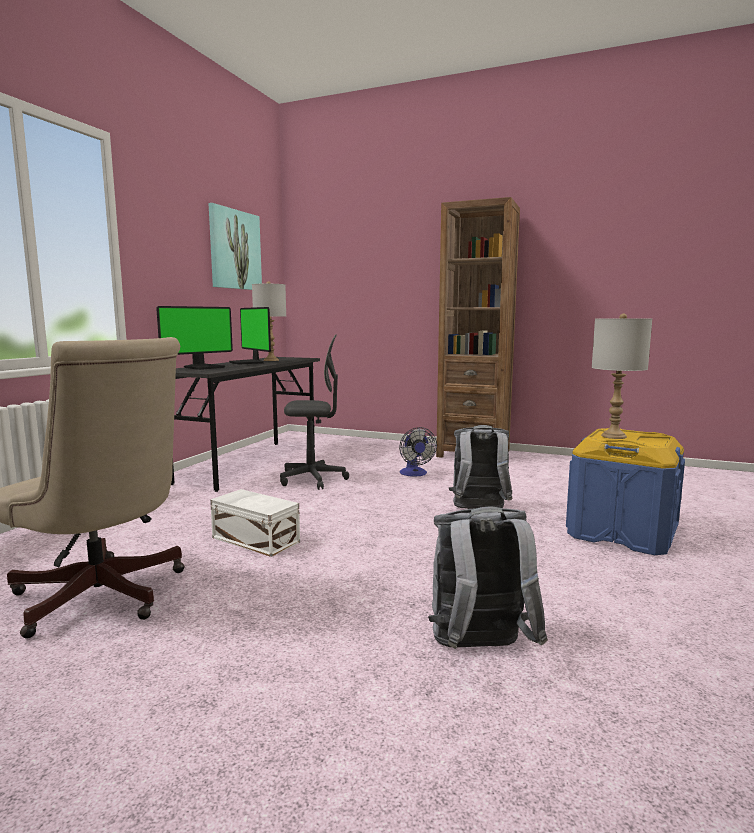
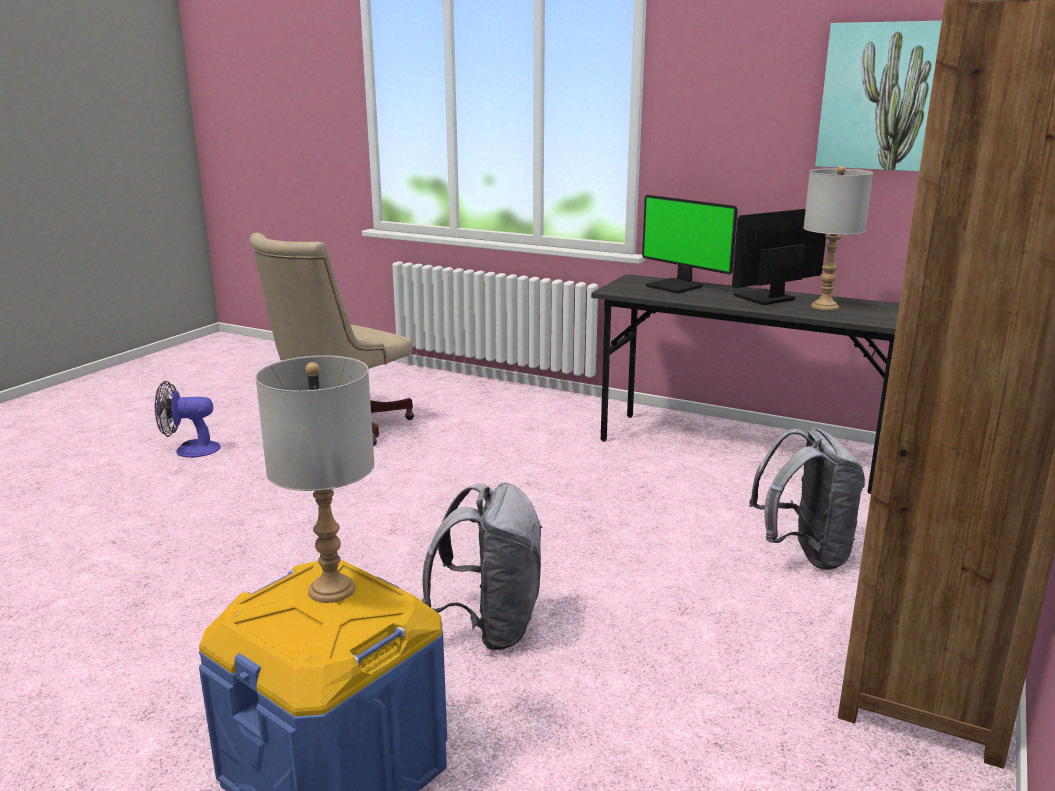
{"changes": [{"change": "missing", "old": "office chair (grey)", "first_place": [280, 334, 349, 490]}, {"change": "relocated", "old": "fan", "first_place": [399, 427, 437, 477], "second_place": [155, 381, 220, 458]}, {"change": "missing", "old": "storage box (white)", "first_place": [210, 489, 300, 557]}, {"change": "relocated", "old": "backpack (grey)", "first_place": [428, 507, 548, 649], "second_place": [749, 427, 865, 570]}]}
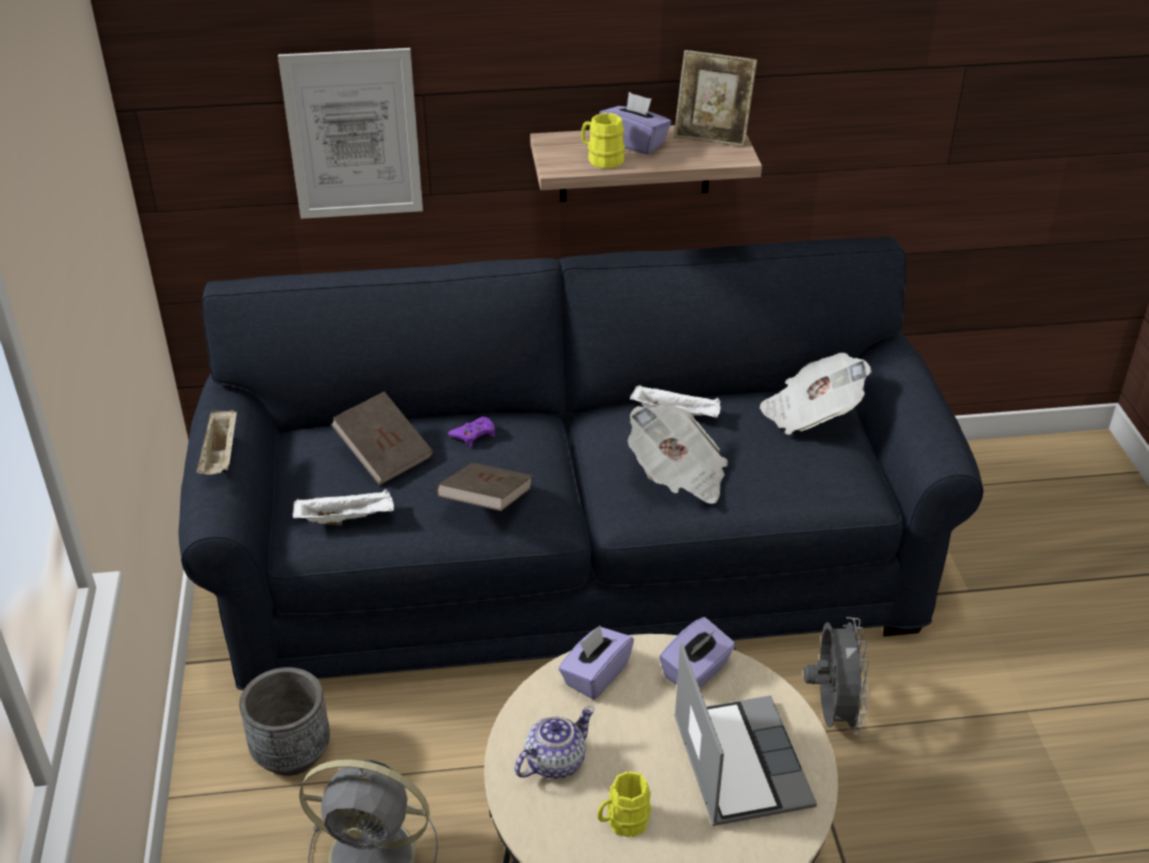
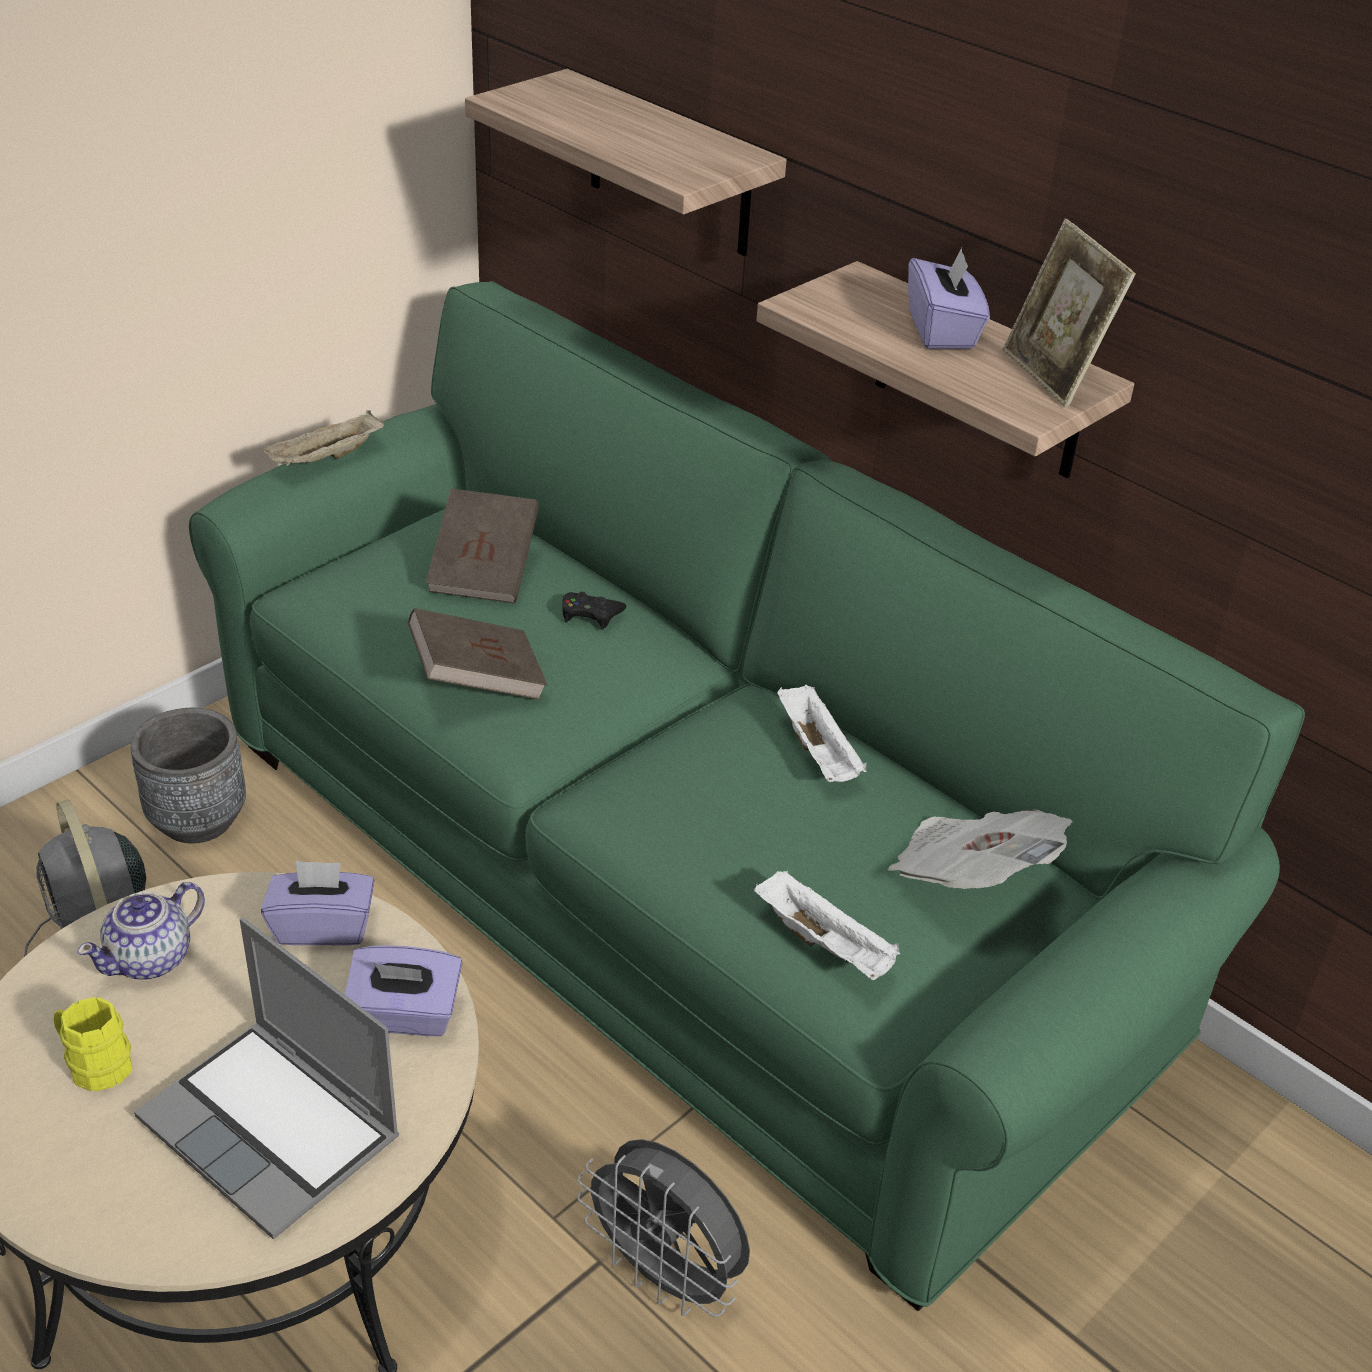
{"changes": [{"change": "exchanged", "old": "picture", "new": "shelf", "first_place": [278, 48, 423, 219], "second_place": [465, 69, 787, 256]}, {"change": "missing", "old": "mug (yellow)", "first_place": [581, 113, 625, 169]}, {"change": "colour", "old": "sofa (blue)", "new": "sofa (green)", "first_place": [178, 236, 984, 690], "second_place": [189, 281, 1305, 1311]}, {"change": "missing", "old": "newspaper", "first_place": [627, 404, 728, 504]}, {"change": "colour", "old": "game controller (purple)", "new": "game controller (black)", "first_place": [448, 416, 495, 447], "second_place": [562, 592, 626, 630]}, {"change": "relocated", "old": "tray (white)", "first_place": [293, 489, 394, 525], "second_place": [754, 871, 900, 980]}, {"change": "spun", "old": "fan (grey)", "first_place": [804, 617, 869, 734], "second_place": [577, 1139, 750, 1317], "degrees": 75}, {"change": "spun", "old": "laptop", "first_place": [674, 643, 817, 826], "second_place": [134, 918, 399, 1240], "degrees": 90}, {"change": "spun", "old": "teapot", "first_place": [514, 707, 594, 779], "second_place": [77, 882, 205, 980], "degrees": 120}]}
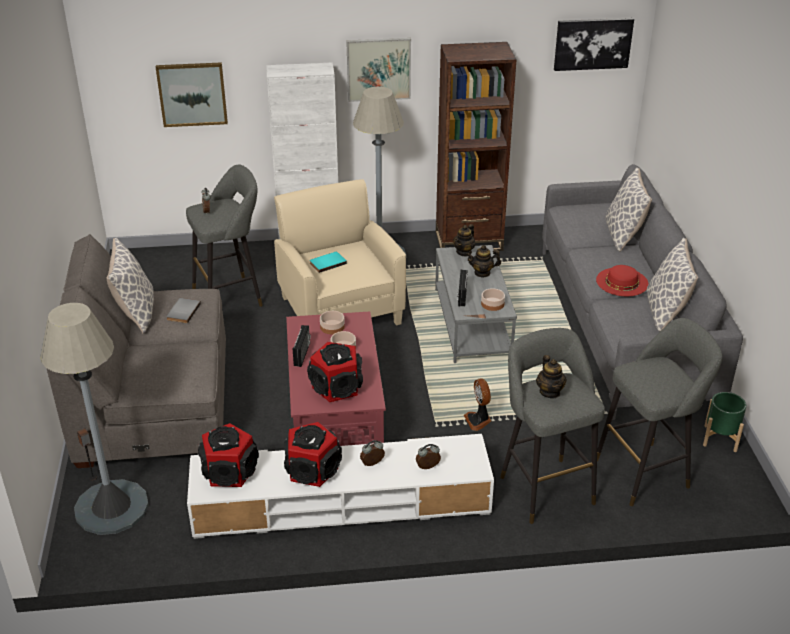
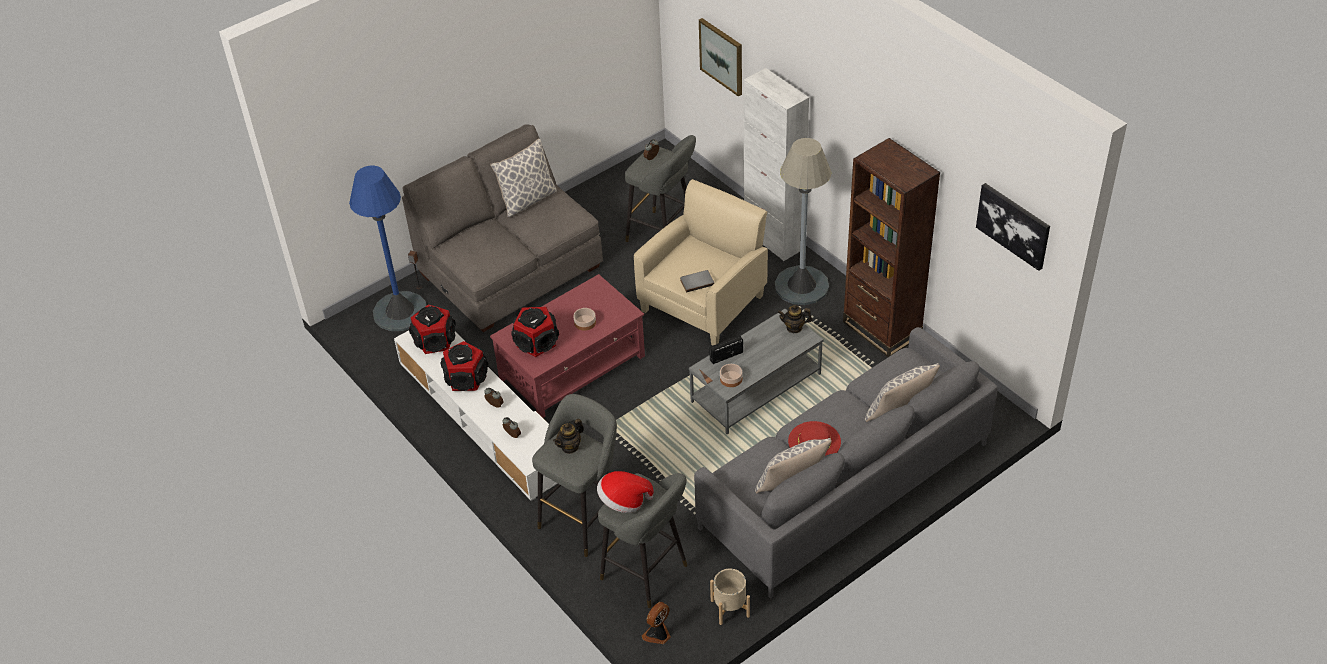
{"changes": [{"change": "missing", "old": "picture", "first_place": [346, 38, 411, 102]}, {"change": "missing", "old": "teapot", "first_place": [466, 245, 501, 277]}, {"change": "missing", "old": "book (turquoise)", "first_place": [310, 252, 347, 273]}, {"change": "relocated", "old": "book (grey)", "first_place": [166, 298, 201, 323], "second_place": [680, 270, 714, 293]}, {"change": "colour", "old": "floor lamp (grey)", "new": "floor lamp (blue)", "first_place": [41, 303, 149, 535], "second_place": [349, 166, 427, 331]}, {"change": "missing", "old": "bowl", "first_place": [320, 311, 345, 334]}, {"change": "missing", "old": "radio", "first_place": [293, 325, 311, 367]}, {"change": "relocated", "old": "fan", "first_place": [464, 379, 491, 431], "second_place": [642, 602, 671, 644]}, {"change": "colour", "old": "planter (green)", "new": "planter (beige)", "first_place": [703, 392, 746, 452], "second_place": [710, 569, 750, 625]}, {"change": "appeared", "new": "hat", "second_place": [597, 471, 654, 513]}]}
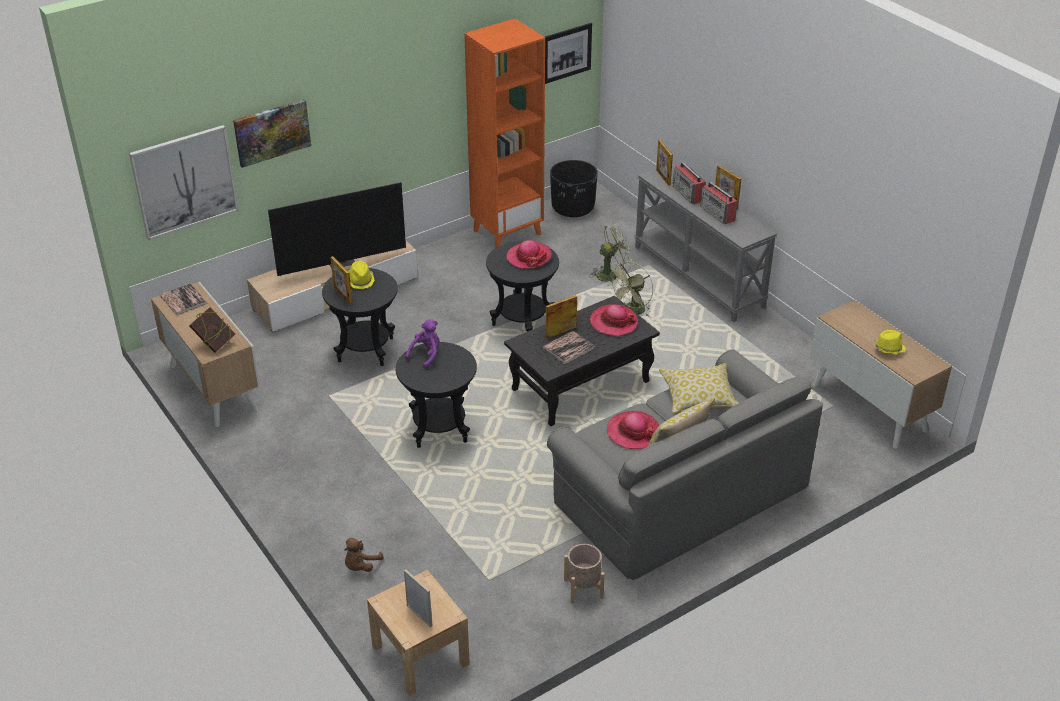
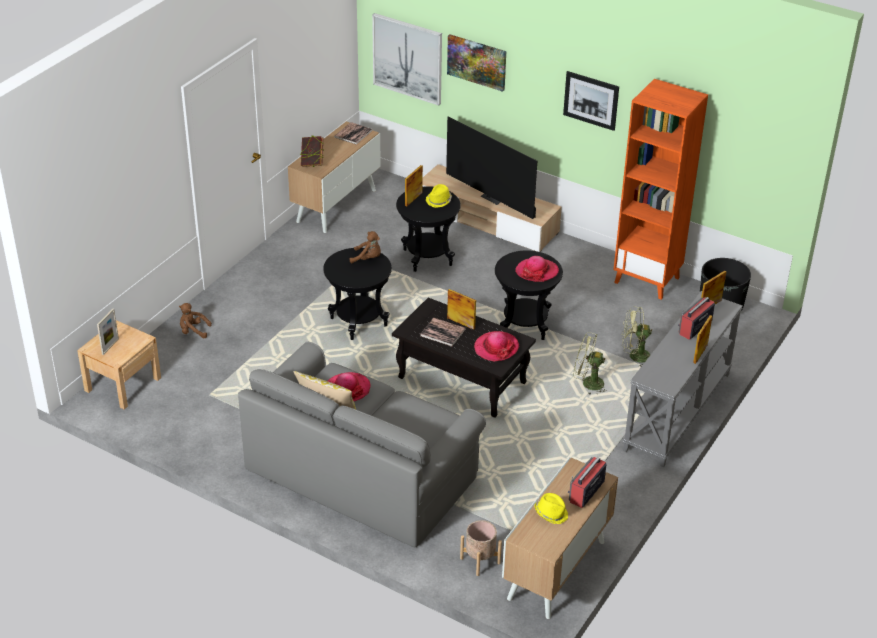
{"changes": [{"change": "relocated", "old": "picture", "first_place": [545, 23, 592, 84], "second_place": [563, 71, 619, 131]}, {"change": "relocated", "old": "radio", "first_place": [700, 182, 737, 224], "second_place": [568, 457, 607, 508]}, {"change": "spun", "old": "fan (green)", "first_place": [589, 223, 632, 282], "second_place": [622, 306, 652, 367], "degrees": 135}, {"change": "colour", "old": "plush toy (purple)", "new": "plush toy (brown)", "first_place": [405, 319, 440, 369], "second_place": [350, 231, 381, 263]}, {"change": "missing", "old": "pillow", "first_place": [659, 363, 739, 414]}, {"change": "relocated", "old": "planter (beige)", "first_place": [564, 544, 605, 604], "second_place": [460, 520, 502, 576]}]}
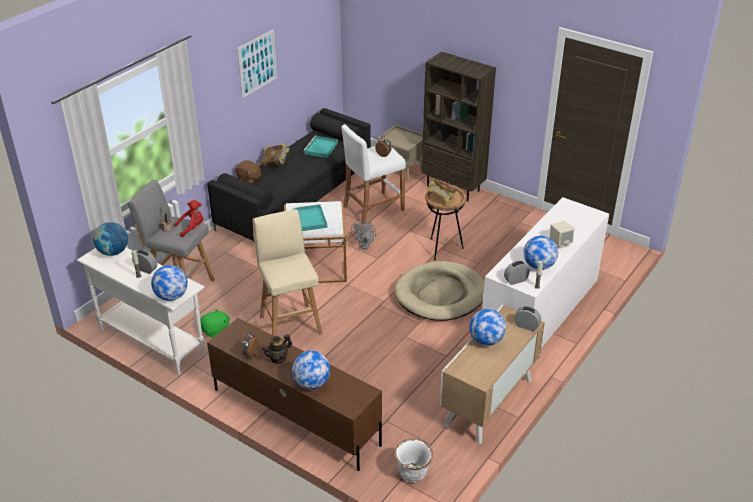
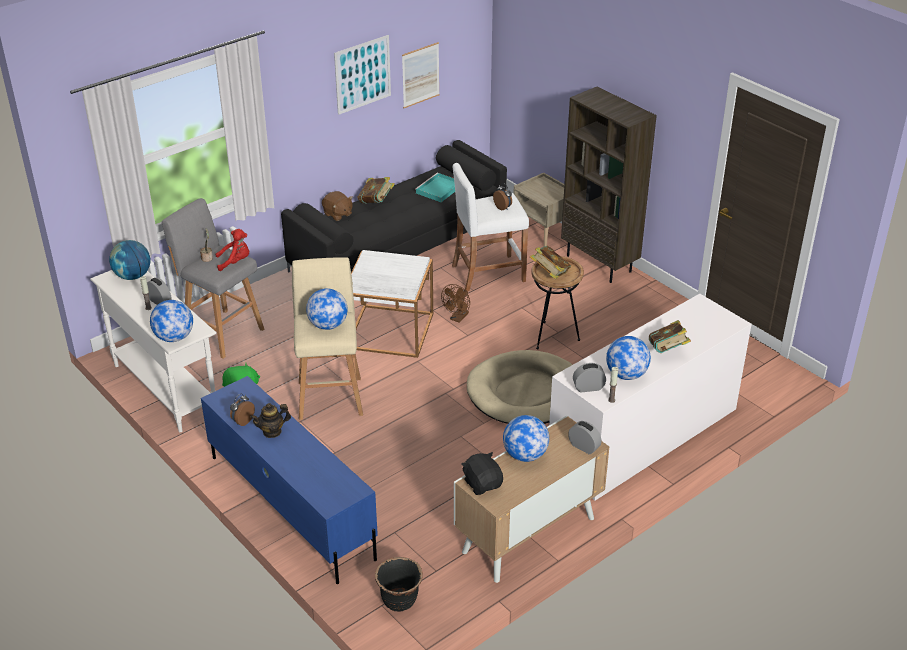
{"changes": [{"change": "missing", "old": "tray (turquoise)", "first_place": [292, 204, 327, 231]}, {"change": "colour", "old": "fan (grey)", "new": "fan (brown)", "first_place": [351, 220, 376, 250], "second_place": [441, 284, 470, 323]}, {"change": "exchanged", "old": "speaker (beige)", "new": "book", "first_place": [550, 221, 574, 249], "second_place": [649, 320, 691, 353]}, {"change": "colour", "old": "tv stand (brown)", "new": "tv stand (blue)", "first_place": [207, 318, 382, 471], "second_place": [201, 376, 378, 584]}, {"change": "relocated", "old": "globe", "first_place": [292, 351, 330, 389], "second_place": [306, 288, 348, 330]}, {"change": "colour", "old": "planter (white)", "new": "planter (black)", "first_place": [394, 438, 433, 483], "second_place": [375, 557, 423, 612]}, {"change": "appeared", "new": "picture", "second_place": [402, 42, 439, 108]}, {"change": "appeared", "new": "plush toy (black)", "second_place": [461, 452, 503, 495]}]}
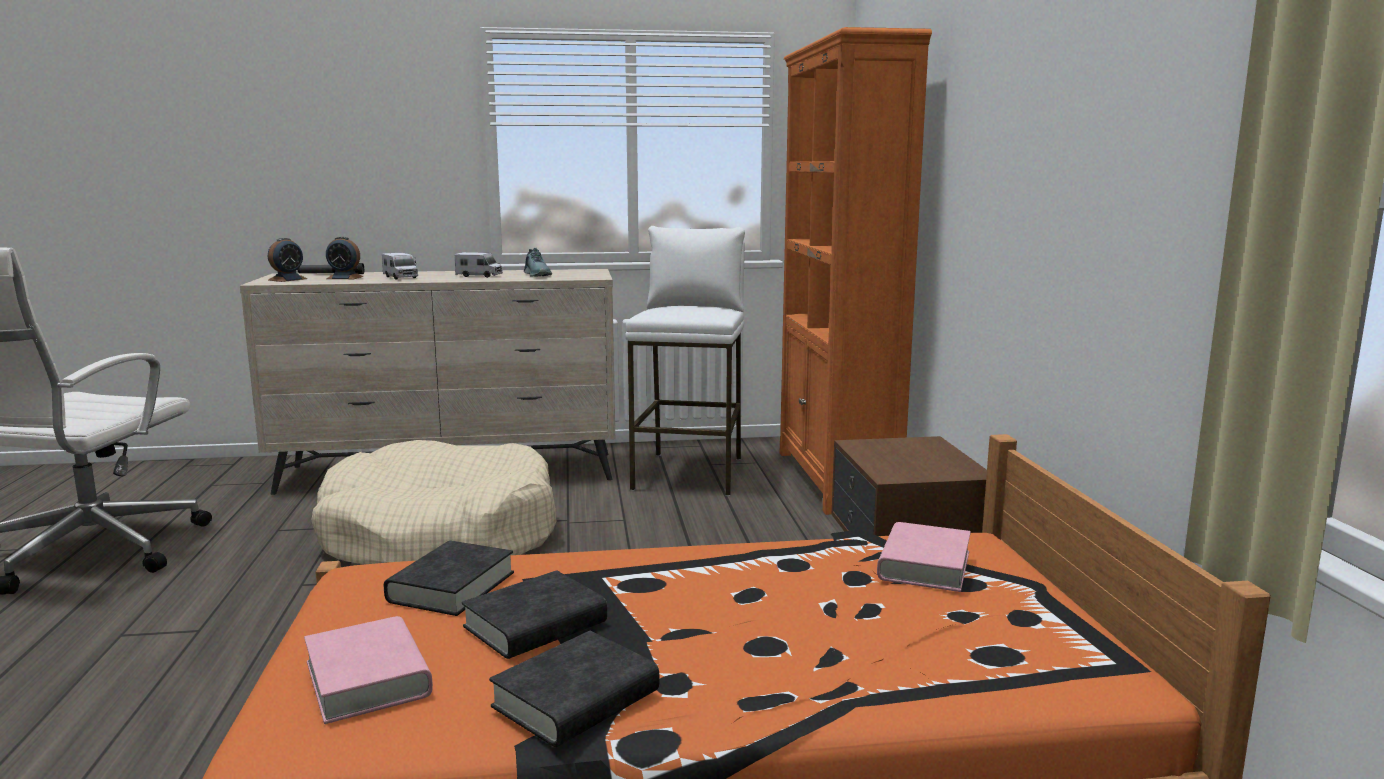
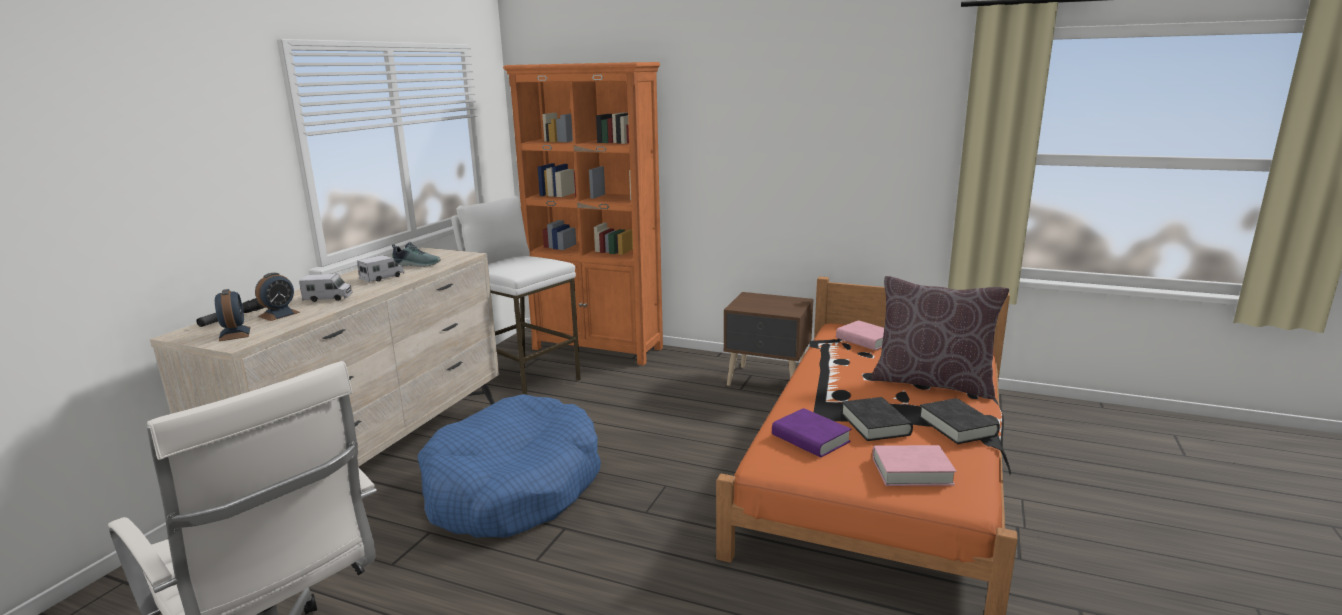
{"changes": [{"change": "colour", "old": "dog bed (beige)", "new": "dog bed (blue)", "first_place": [312, 440, 556, 565], "second_place": [418, 394, 601, 538]}, {"change": "colour", "old": "book (black)", "new": "book (purple)", "first_place": [384, 541, 514, 616], "second_place": [772, 408, 851, 457]}, {"change": "appeared", "new": "pillow (brown)", "second_place": [871, 276, 1009, 400]}]}
